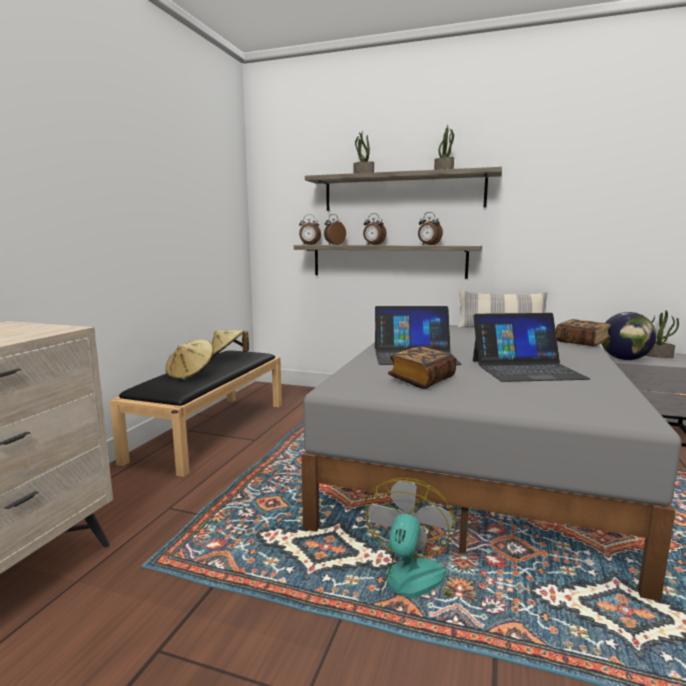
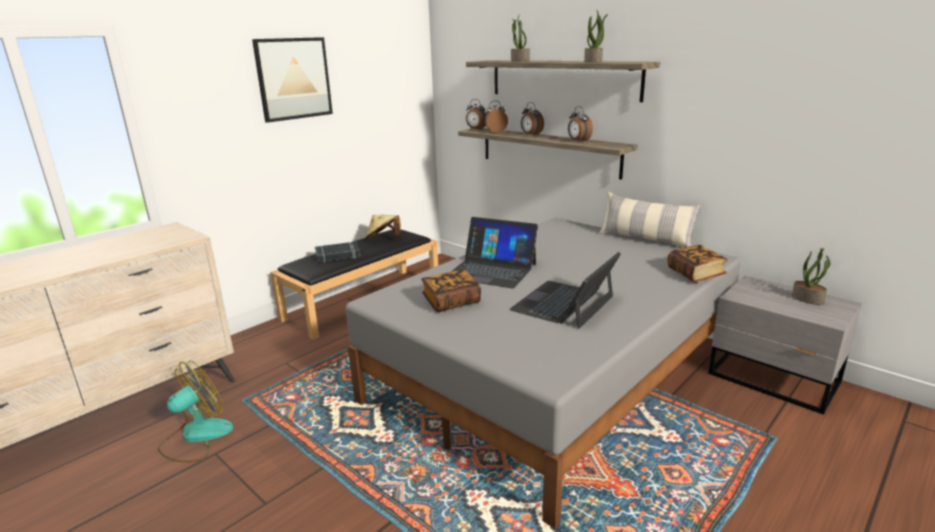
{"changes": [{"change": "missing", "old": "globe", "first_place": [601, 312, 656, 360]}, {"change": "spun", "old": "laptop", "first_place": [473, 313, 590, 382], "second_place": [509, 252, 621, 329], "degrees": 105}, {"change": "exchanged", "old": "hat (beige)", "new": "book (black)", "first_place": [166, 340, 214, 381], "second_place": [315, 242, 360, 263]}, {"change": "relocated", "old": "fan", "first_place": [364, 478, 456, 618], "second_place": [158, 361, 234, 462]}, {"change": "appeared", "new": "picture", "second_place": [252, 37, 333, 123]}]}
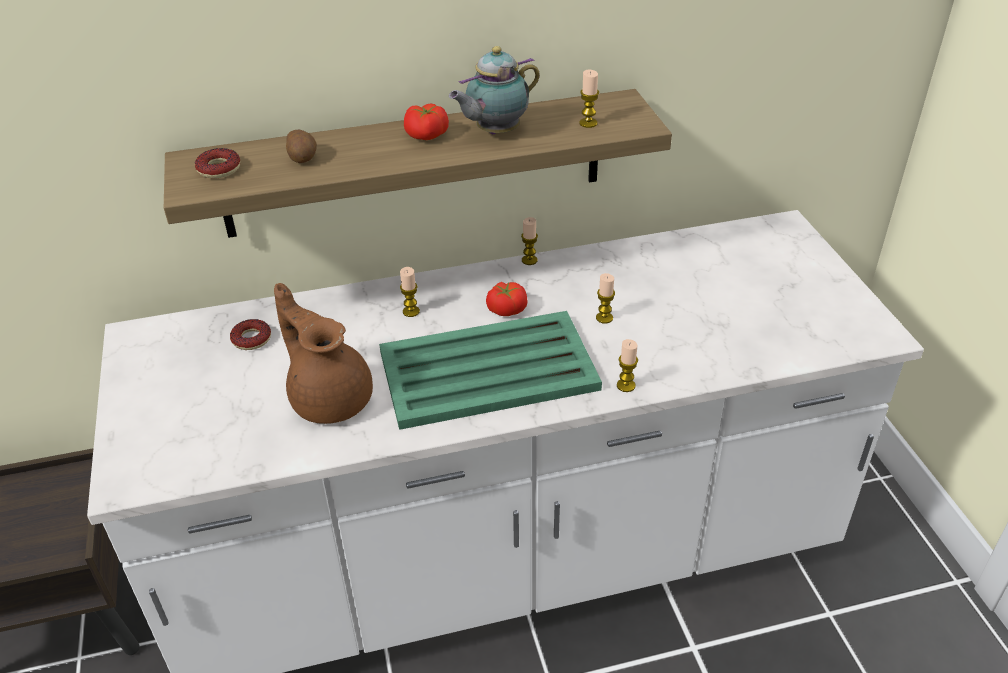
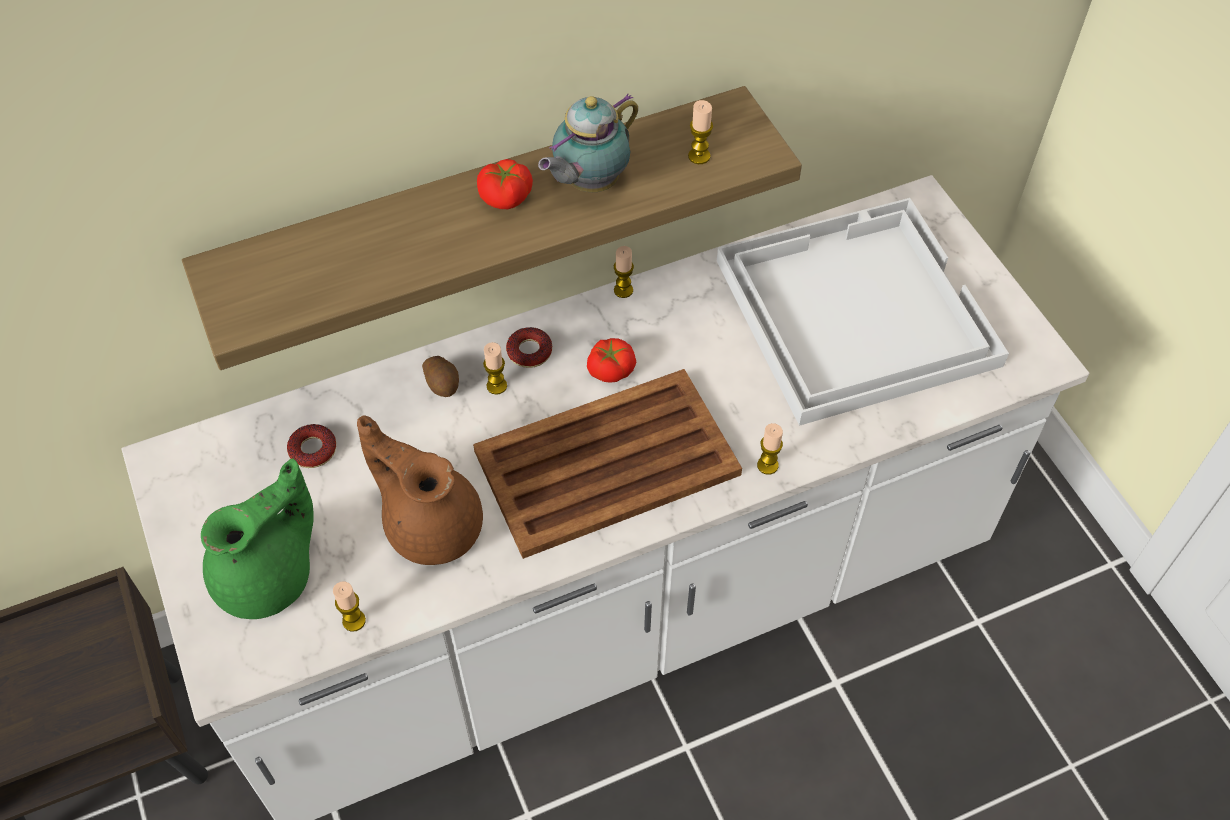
{"changes": [{"change": "relocated", "old": "potato", "first_place": [286, 130, 317, 163], "second_place": [422, 356, 459, 397]}, {"change": "relocated", "old": "donut", "first_place": [195, 148, 240, 178], "second_place": [506, 327, 552, 368]}, {"change": "relocated", "old": "candle", "first_place": [596, 273, 615, 324], "second_place": [333, 582, 366, 632]}, {"change": "colour", "old": "tray (green)", "new": "tray (brown)", "first_place": [379, 311, 602, 430], "second_place": [473, 369, 742, 559]}, {"change": "appeared", "new": "tray (white)", "second_place": [717, 198, 1009, 426]}, {"change": "appeared", "new": "teapot (green)", "second_place": [201, 458, 314, 619]}]}
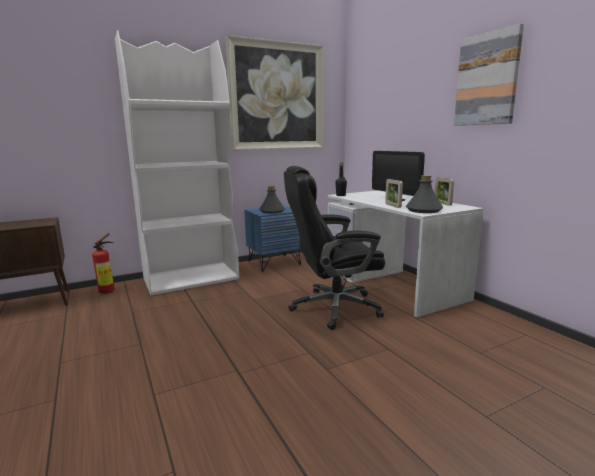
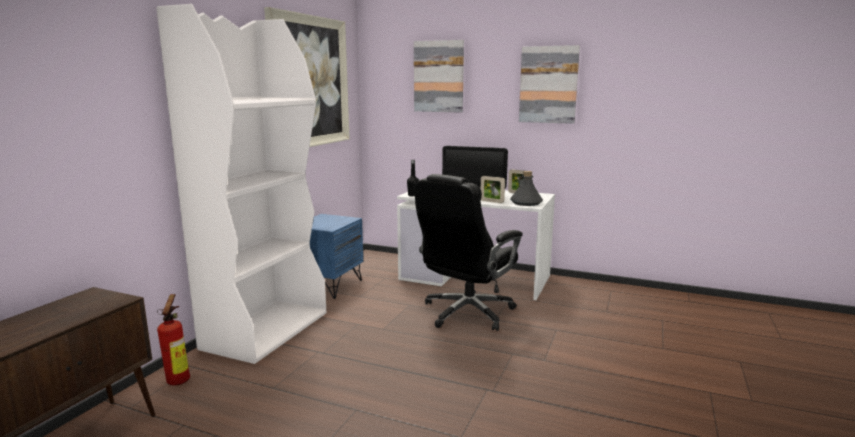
{"changes": [{"change": "missing", "old": "bottle (grey)", "first_place": [259, 186, 285, 214]}, {"change": "appeared", "new": "picture", "second_place": [414, 40, 464, 113]}]}
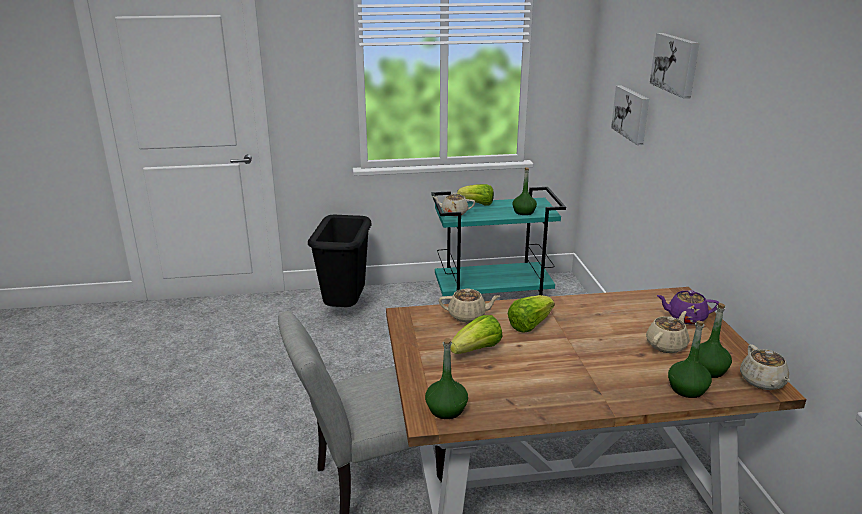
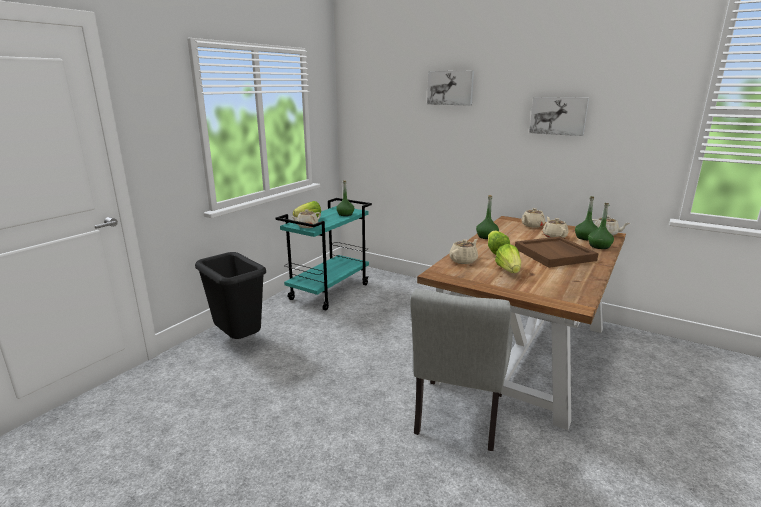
{"changes": [{"change": "relocated", "old": "picture", "first_place": [611, 86, 649, 145], "second_place": [529, 97, 589, 136]}, {"change": "colour", "old": "teapot (purple)", "new": "teapot (beige)", "first_place": [657, 290, 719, 324], "second_place": [521, 208, 545, 227]}, {"change": "relocated", "old": "bottle (green)", "first_place": [425, 338, 468, 419], "second_place": [476, 195, 499, 239]}, {"change": "appeared", "new": "tray (brown)", "second_place": [515, 236, 599, 268]}]}
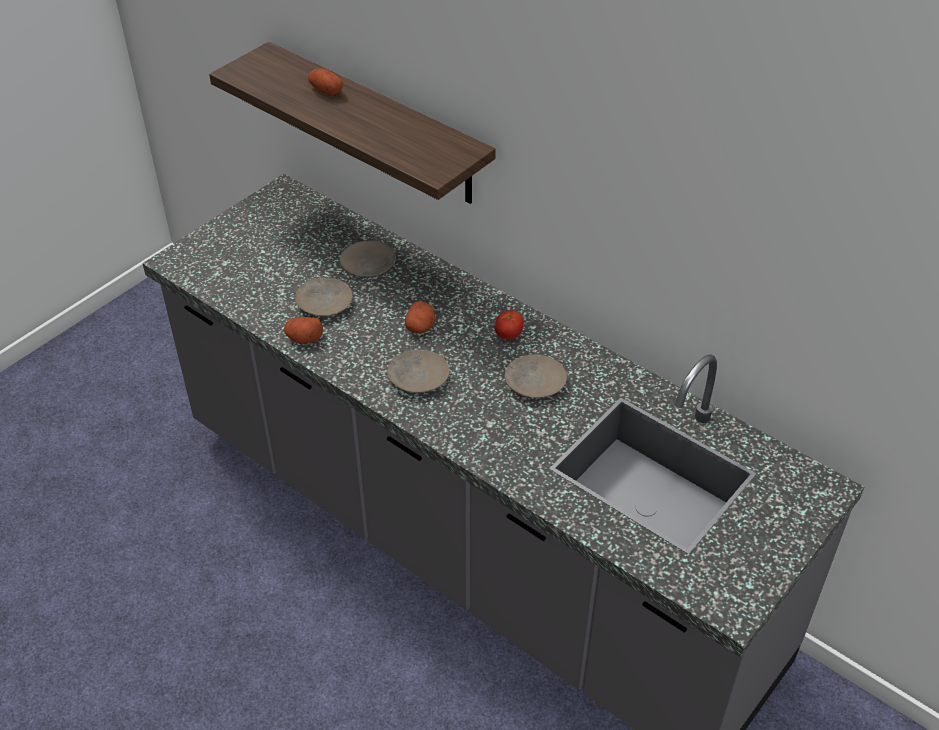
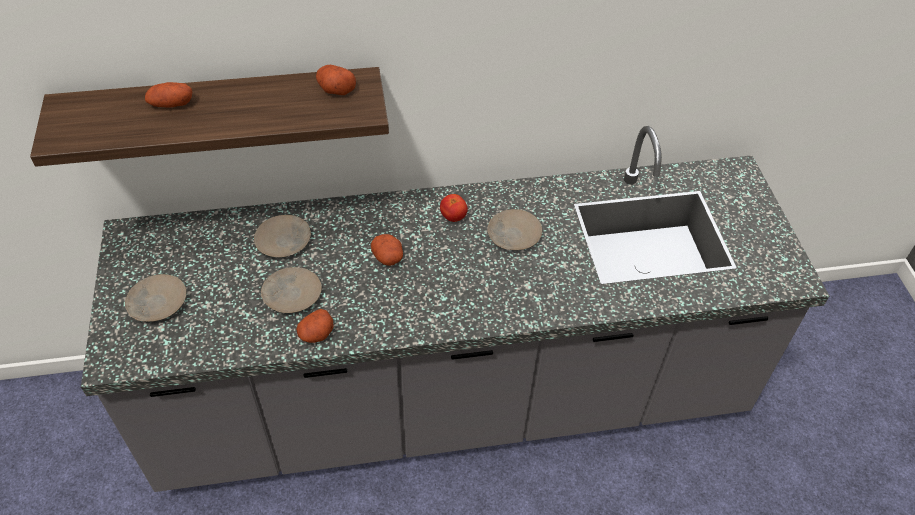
{"changes": [{"change": "relocated", "old": "plate (beige)", "first_place": [387, 350, 449, 393], "second_place": [125, 274, 187, 322]}, {"change": "appeared", "new": "potato", "second_place": [316, 65, 356, 95]}]}
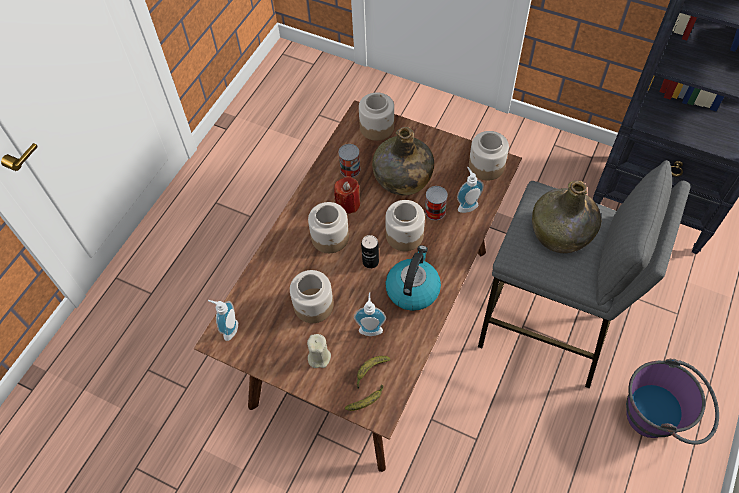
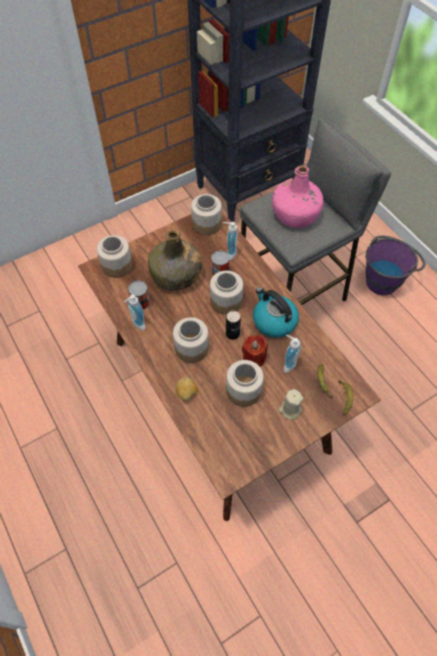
{"changes": [{"change": "relocated", "old": "candle (red)", "first_place": [334, 176, 360, 214], "second_place": [242, 335, 268, 367]}, {"change": "colour", "old": "bottle (green)", "new": "bottle (pink)", "first_place": [532, 180, 601, 253], "second_place": [272, 165, 324, 228]}, {"change": "relocated", "old": "soap dispenser", "first_place": [208, 300, 238, 341], "second_place": [124, 295, 146, 330]}, {"change": "appeared", "new": "potato", "second_place": [176, 377, 198, 401]}]}
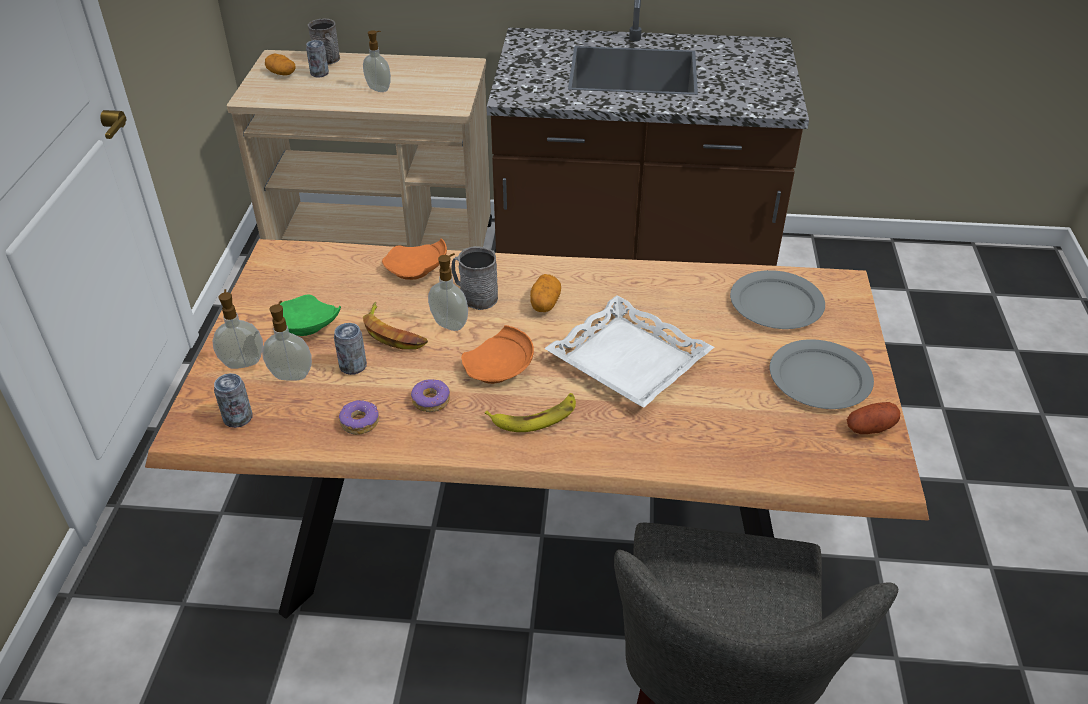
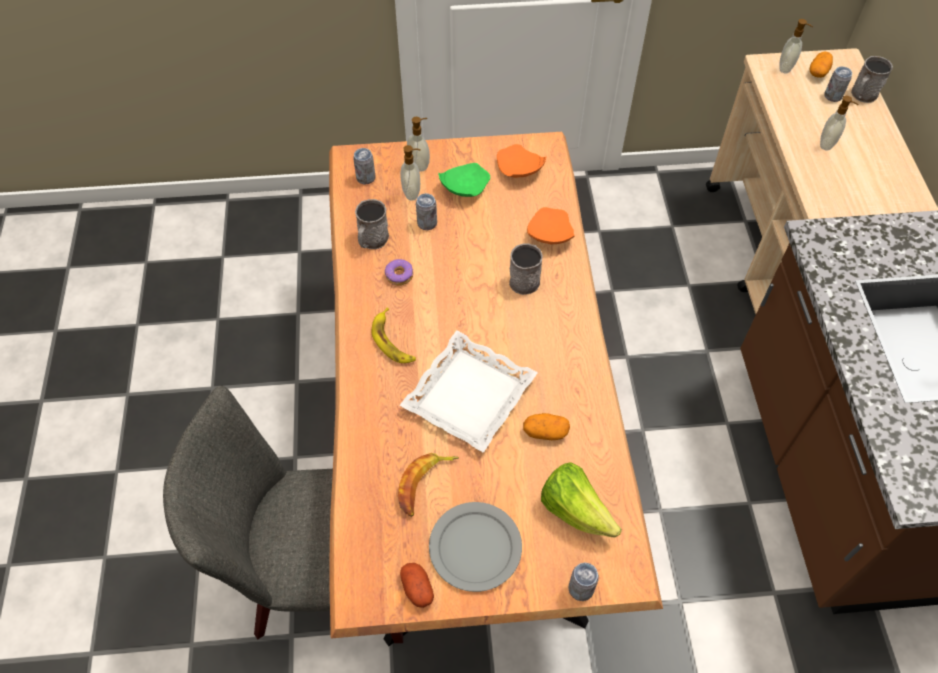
{"changes": [{"change": "relocated", "old": "soap dispenser", "first_place": [428, 253, 468, 331], "second_place": [779, 19, 813, 73]}, {"change": "exchanged", "old": "plate (grey)", "new": "lettuce", "first_place": [730, 270, 825, 329], "second_place": [541, 462, 622, 538]}, {"change": "relocated", "old": "potato", "first_place": [530, 274, 561, 312], "second_place": [523, 413, 570, 440]}, {"change": "relocated", "old": "banana", "first_place": [363, 302, 428, 350], "second_place": [398, 453, 459, 517]}, {"change": "relocated", "old": "plate (orange)", "first_place": [461, 325, 534, 384], "second_place": [497, 144, 546, 178]}, {"change": "exchanged", "old": "donut", "new": "mug (grey)", "first_place": [339, 400, 379, 435], "second_place": [355, 199, 389, 249]}, {"change": "appeared", "new": "can", "second_place": [568, 562, 599, 601]}]}
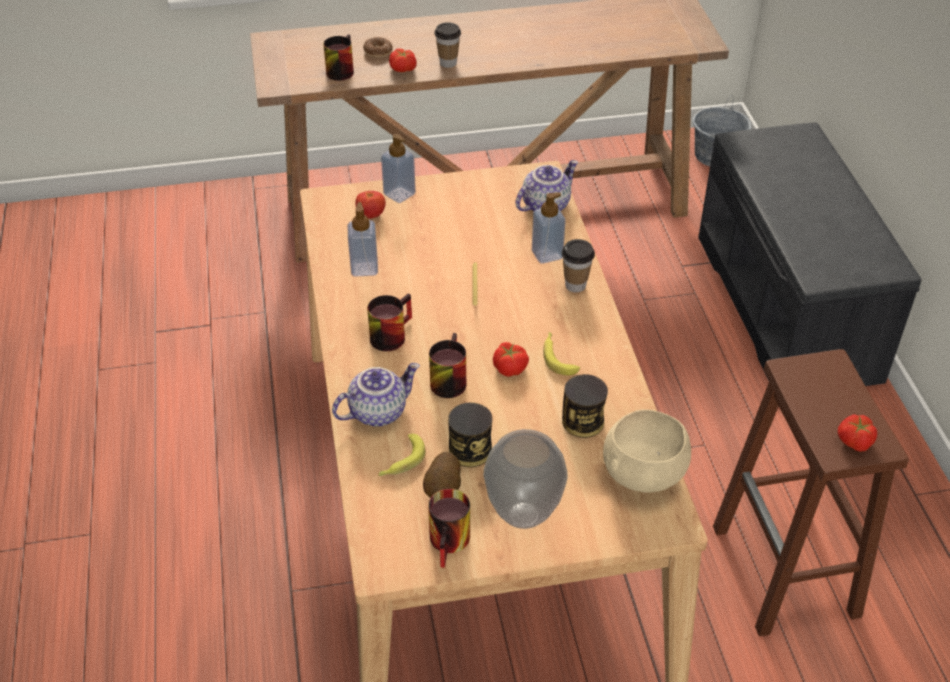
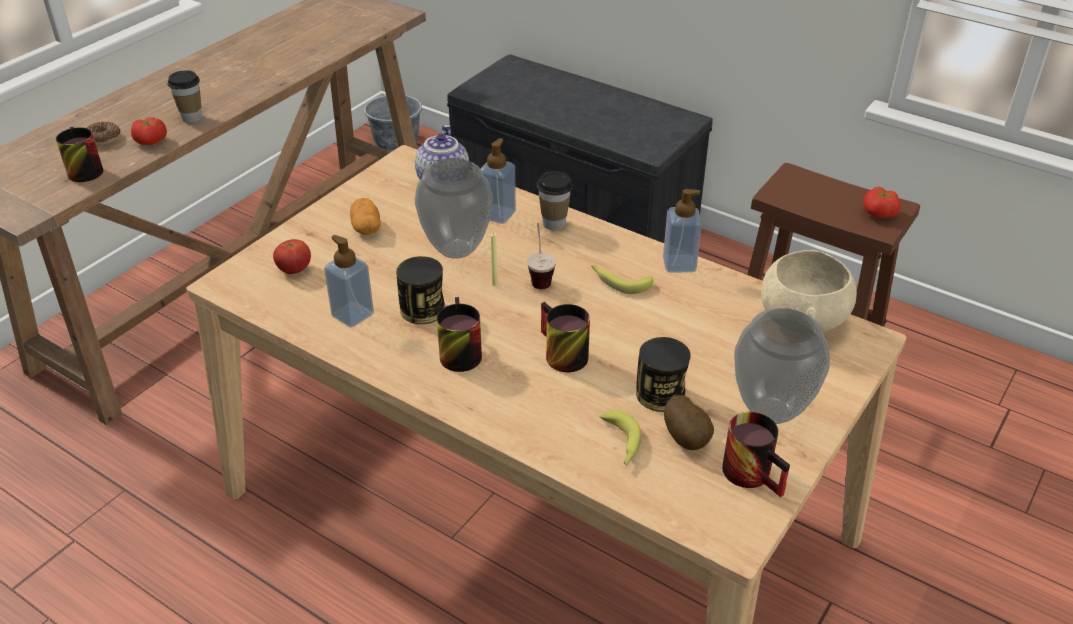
{"changes": [{"change": "relocated", "old": "soap dispenser", "first_place": [381, 134, 416, 203], "second_place": [663, 189, 702, 273]}, {"change": "missing", "old": "tomato", "first_place": [493, 342, 529, 377]}, {"change": "missing", "old": "teapot", "first_place": [332, 363, 420, 427]}, {"change": "relocated", "old": "can", "first_place": [562, 374, 608, 438], "second_place": [396, 256, 445, 324]}, {"change": "appeared", "new": "vase", "second_place": [415, 158, 493, 259]}, {"change": "appeared", "new": "potato", "second_place": [350, 198, 381, 235]}, {"change": "appeared", "new": "cup", "second_place": [527, 223, 556, 289]}]}
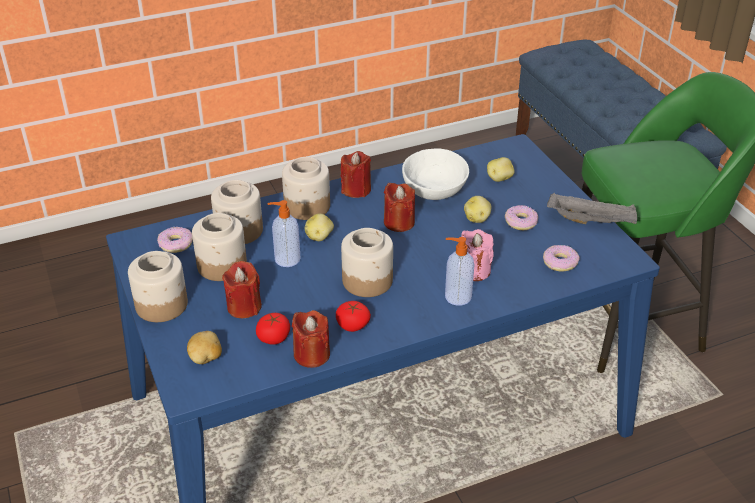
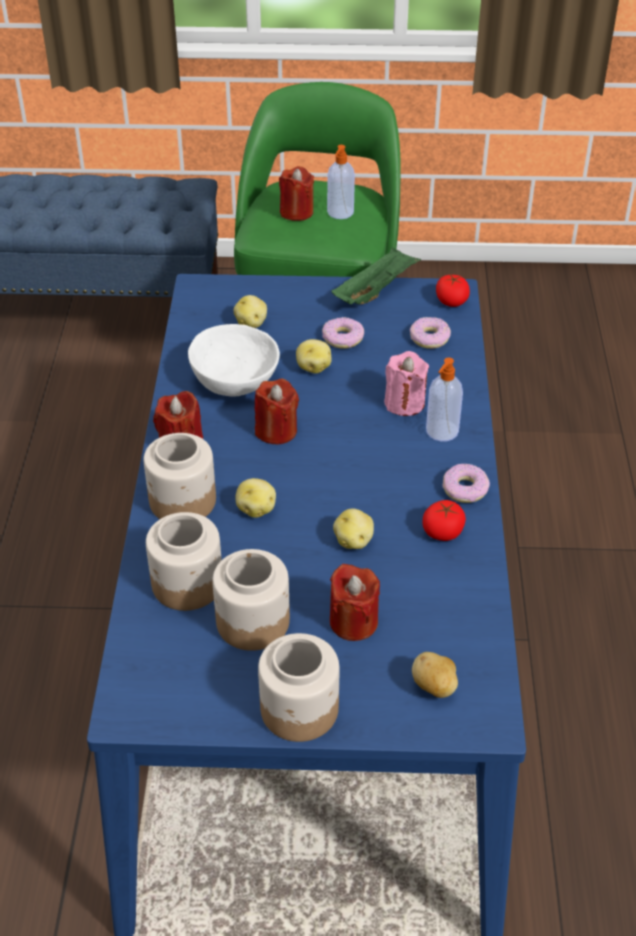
{"changes": [{"change": "colour", "old": "tray (grey)", "new": "tray (green)", "first_place": [547, 193, 637, 224], "second_place": [332, 247, 421, 305]}, {"change": "relocated", "old": "soap dispenser", "first_place": [268, 200, 301, 267], "second_place": [327, 145, 355, 219]}, {"change": "relocated", "old": "donut", "first_place": [157, 227, 193, 253], "second_place": [442, 464, 490, 503]}, {"change": "missing", "old": "jar", "first_place": [341, 228, 393, 297]}, {"change": "relocated", "old": "candle (red)", "first_place": [292, 310, 330, 368], "second_place": [279, 166, 314, 221]}, {"change": "relocated", "old": "tomato", "first_place": [256, 313, 290, 345], "second_place": [436, 275, 470, 307]}, {"change": "appeared", "new": "potato", "second_place": [333, 509, 374, 549]}]}
